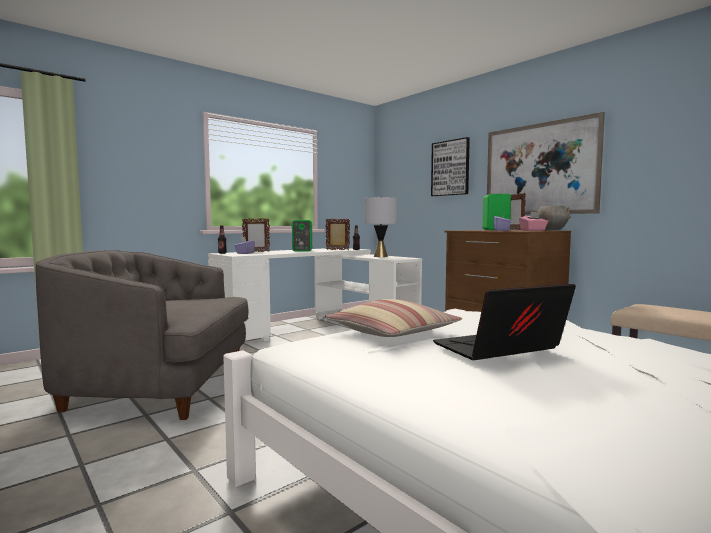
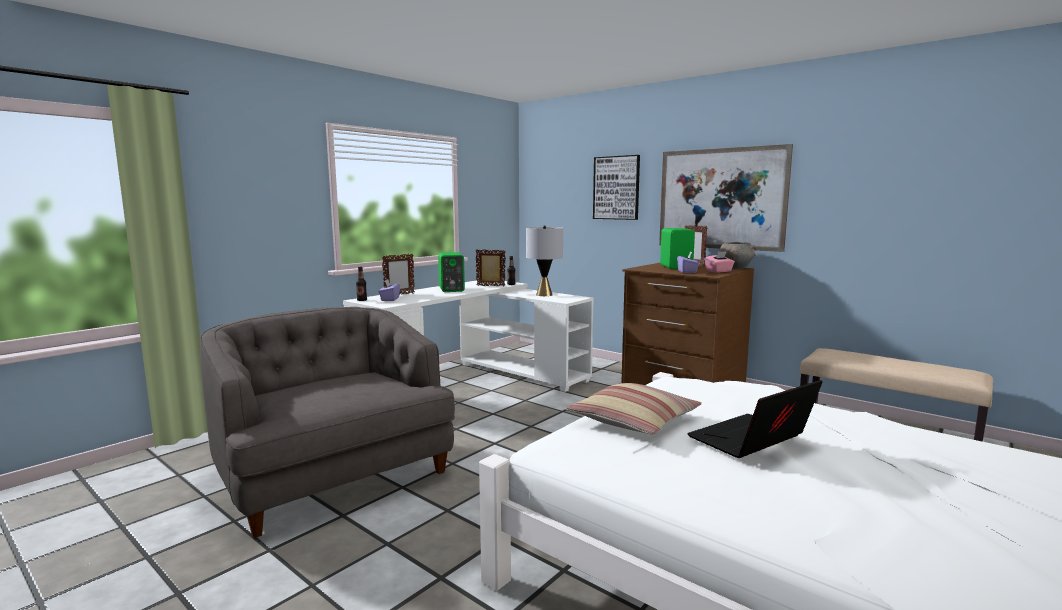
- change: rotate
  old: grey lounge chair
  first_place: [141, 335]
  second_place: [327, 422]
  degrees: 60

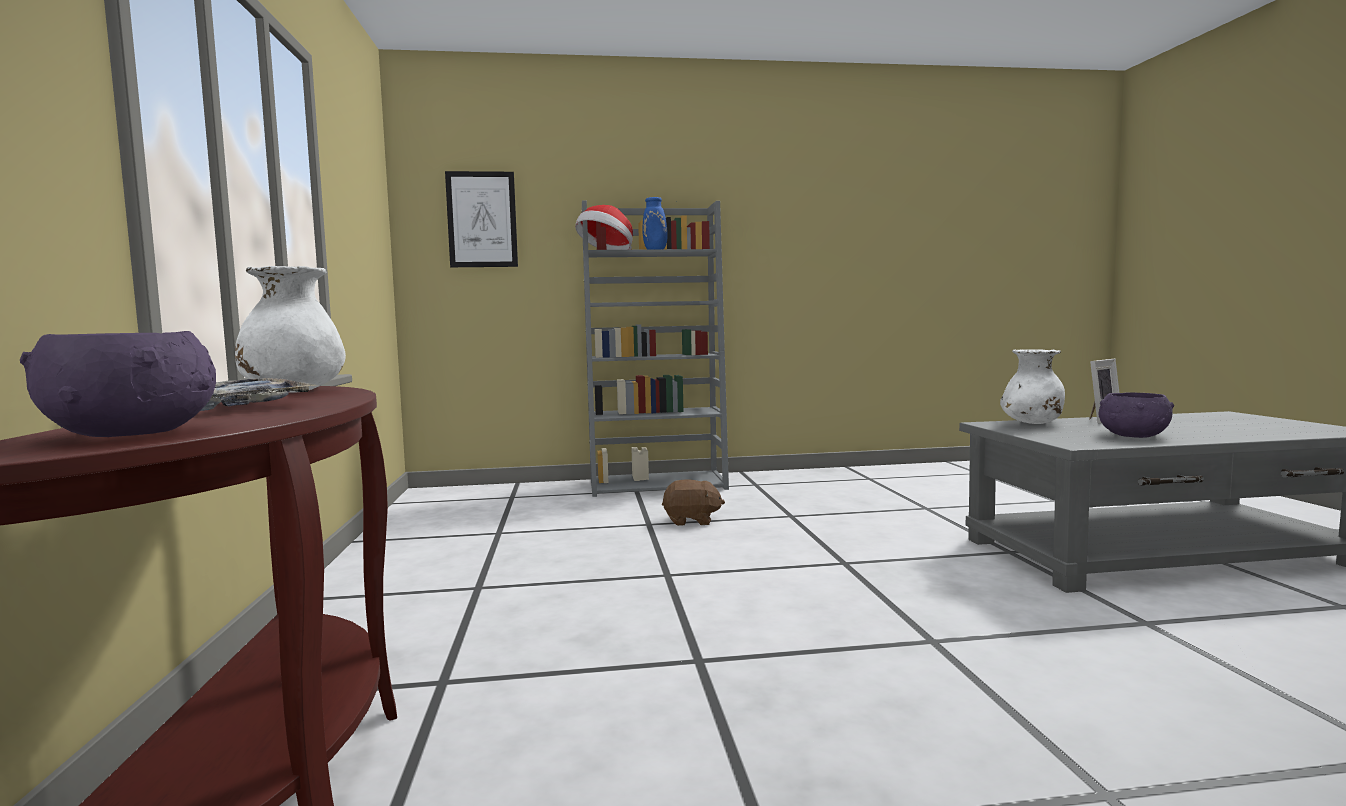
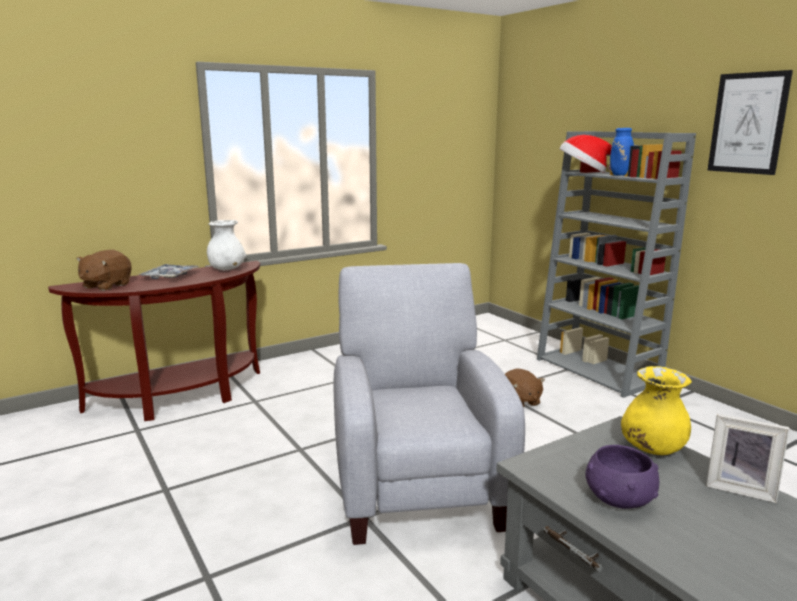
- change: move
  old: picture
  first_place: [481, 219]
  second_place: [750, 122]
- change: replace
  old: purple deep dish
  new: brownish cuddly toy
  first_place: [118, 384]
  second_place: [104, 270]
- change: recolor
  old: white-coloured decorative vase
  new: yellow decorative vase
  first_place: [1032, 386]
  second_place: [656, 410]
- change: insert
  new: grey lounge chair
  second_place: [429, 404]

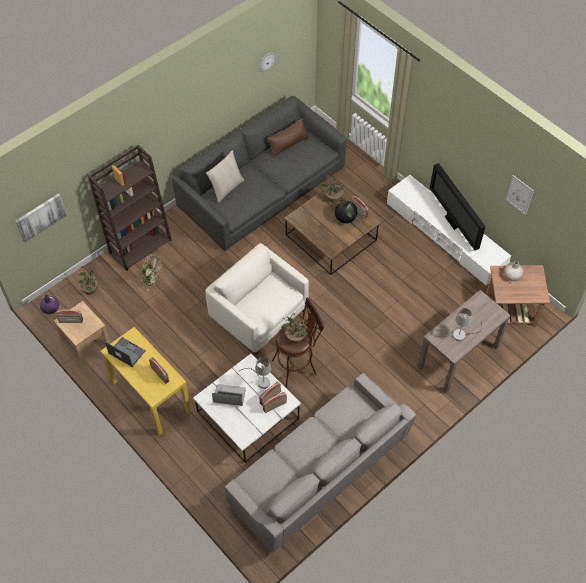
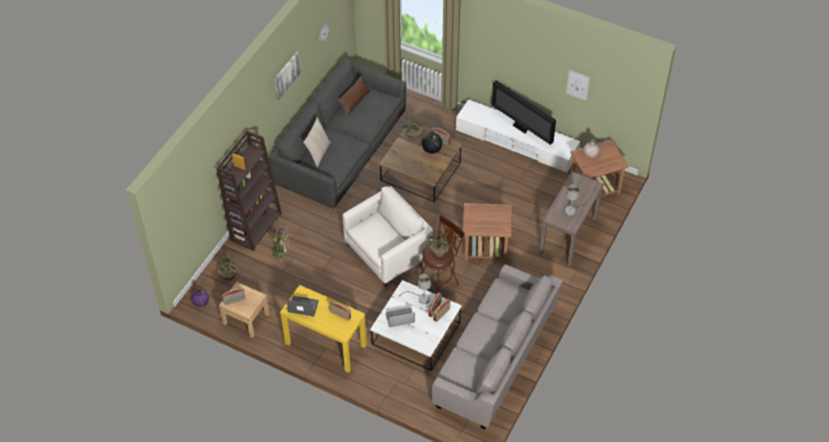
- change: move
  old: picture
  first_place: [41, 217]
  second_place: [287, 75]
- change: rotate
  old: white-coloured lounge chair
  first_place: [257, 299]
  second_place: [388, 236]
  degrees: 120
- change: insert
  new: brownish end table
  second_place: [487, 232]

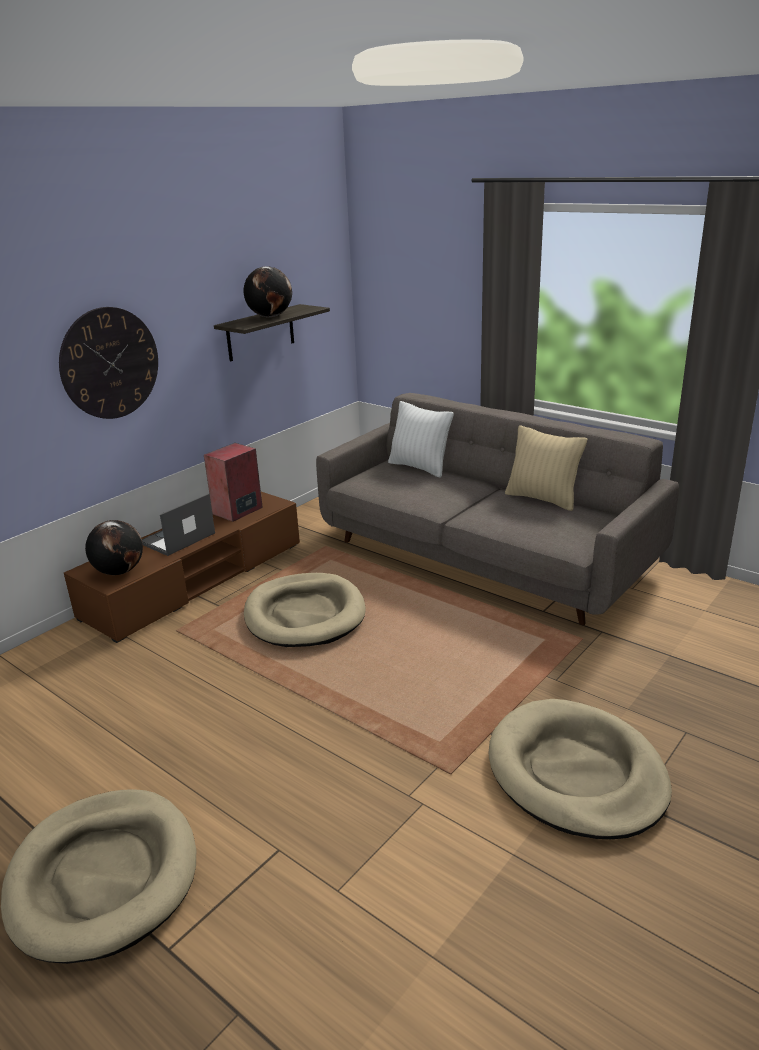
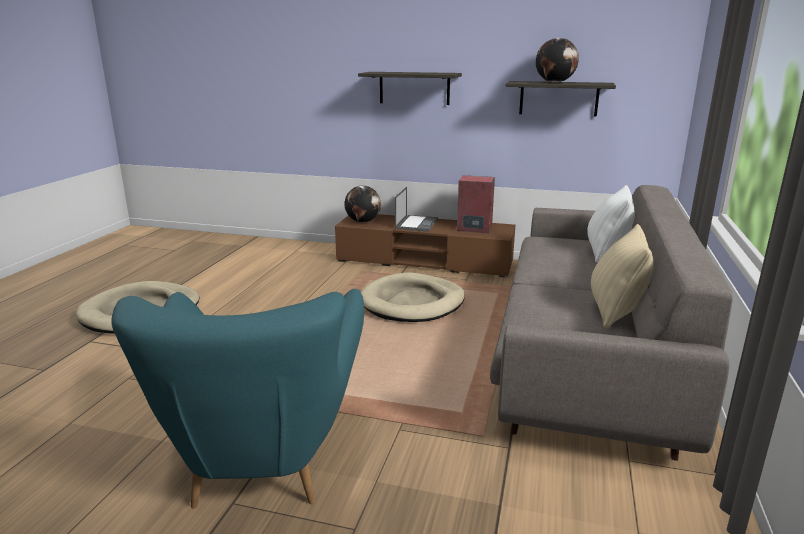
- change: replace
  old: clock on the wall
  new: bracket shelf
  first_place: [108, 363]
  second_place: [410, 88]
- change: rotate
  old: portable computer
  first_place: [178, 524]
  second_place: [416, 209]
  degrees: 90
- change: replace
  old: sand-coloured dog bed
  new: blue-green lounge chair
  first_place: [580, 769]
  second_place: [237, 399]

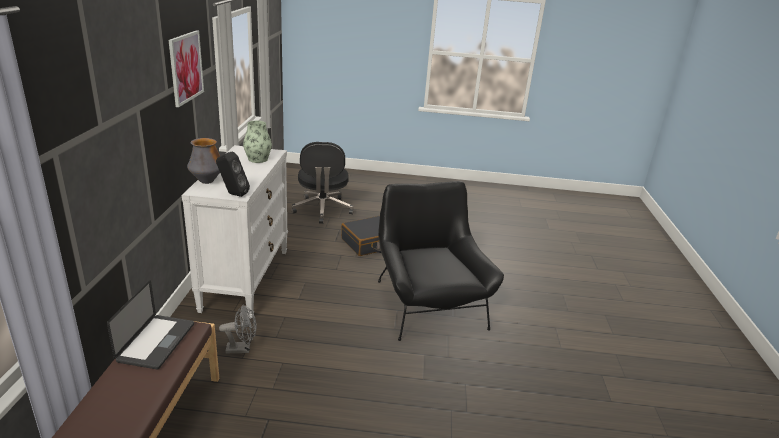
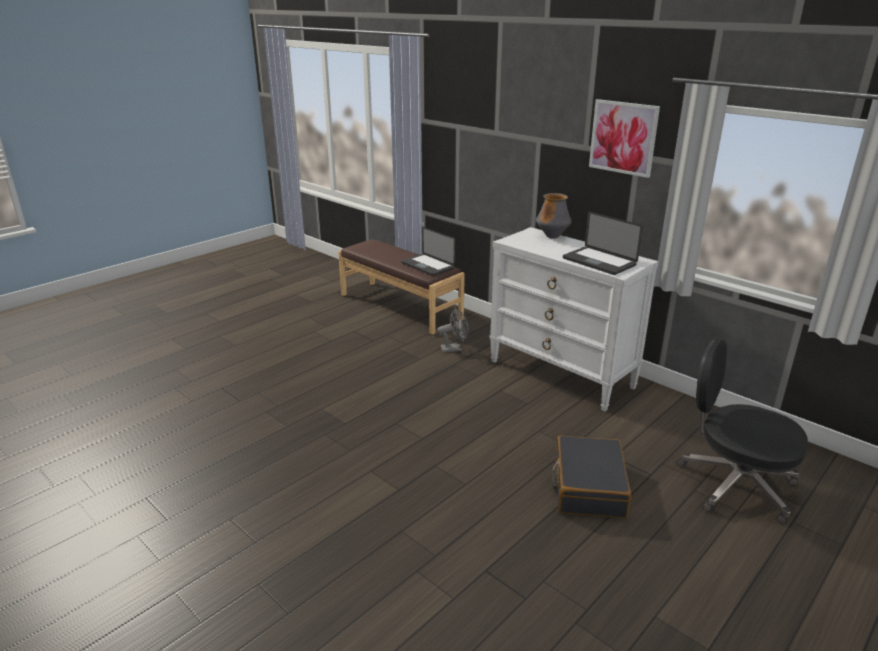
- change: replace
  old: decorative vase
  new: portable computer
  first_place: [257, 142]
  second_place: [603, 243]
- change: delete
  old: blackish audio speaker
  first_place: [233, 174]
- change: delete
  old: blackish lounge chair
  first_place: [441, 261]
- change: rotate
  old: grey cooling fan
  first_place: [237, 329]
  second_place: [453, 330]
  degrees: -135

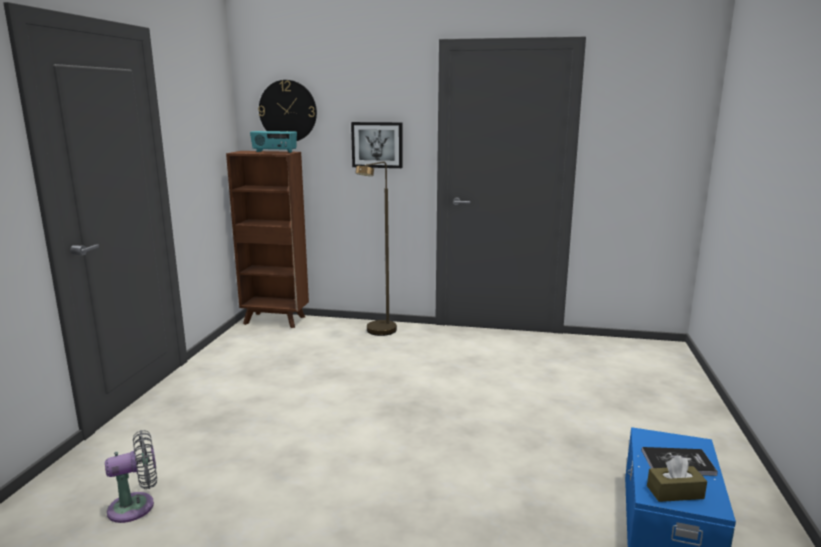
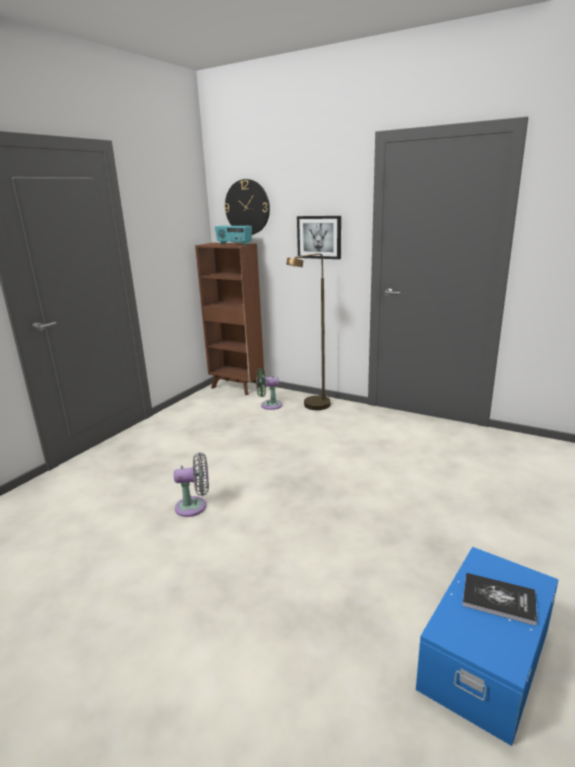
- change: move
  old: grey cooling fan
  first_place: [131, 476]
  second_place: [191, 484]
- change: delete
  old: brownish tissue box
  first_place: [677, 479]
- change: insert
  new: greenish cooling fan
  second_place: [269, 389]

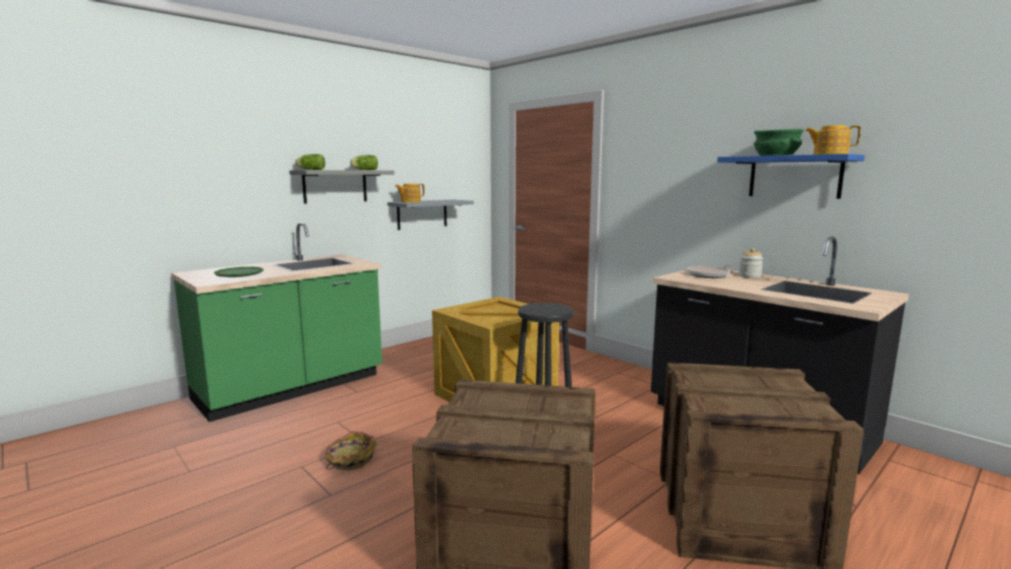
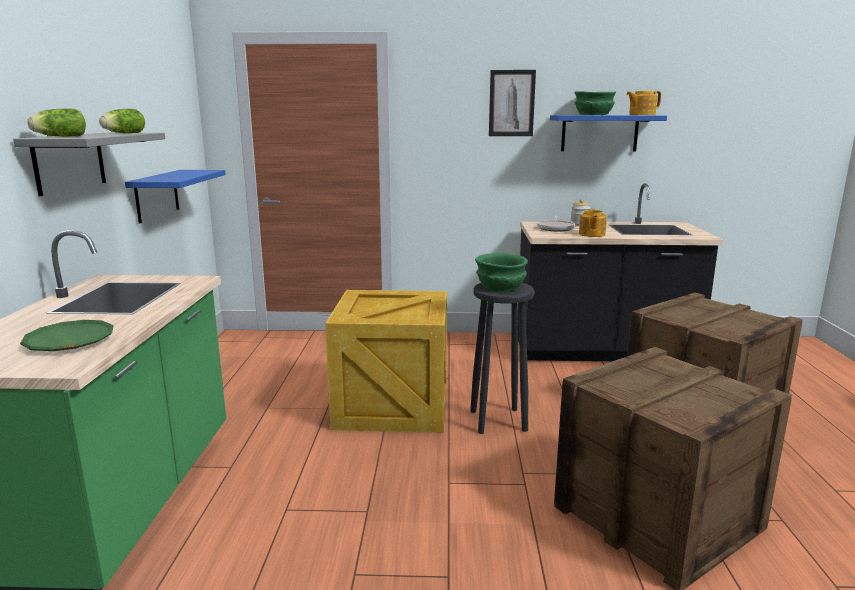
- change: move
  old: teapot
  first_place: [410, 193]
  second_place: [593, 223]
- change: recolor
  old: grey bracket shelf
  new: blue bracket shelf
  first_place: [430, 215]
  second_place: [175, 197]
- change: delete
  old: storage basket
  first_place: [350, 450]
- change: insert
  new: picture
  second_place: [512, 103]
- change: insert
  new: greenish deep dish
  second_place: [501, 272]

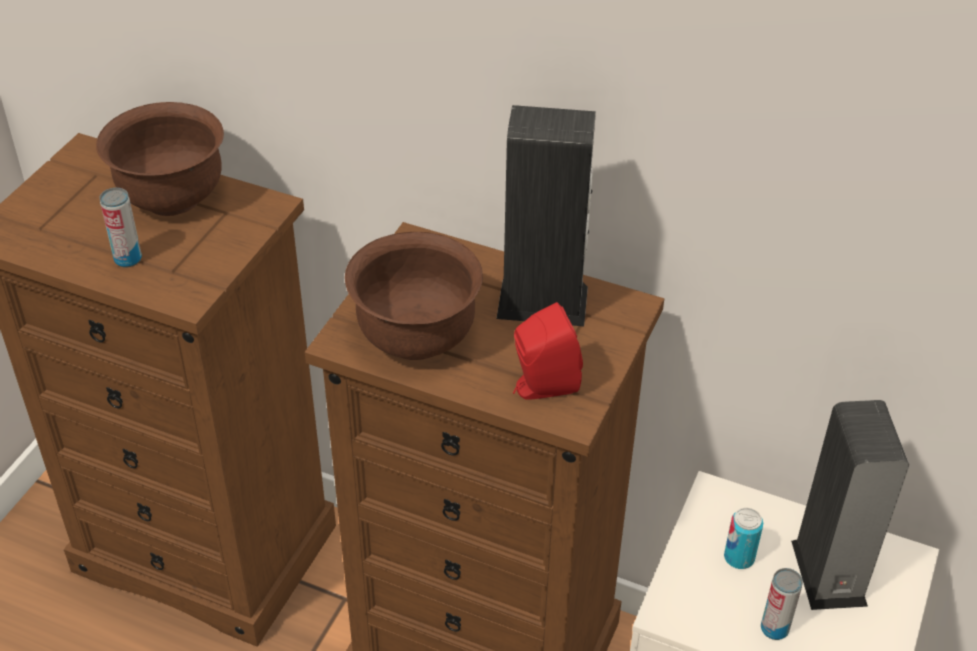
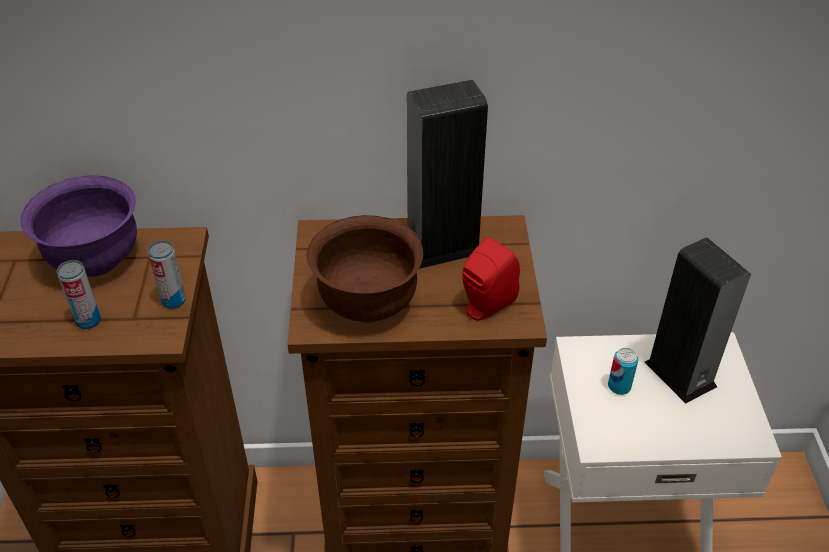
- change: recolor
  old: brownish deep dish
  new: purple deep dish
  first_place: [160, 159]
  second_place: [78, 226]
- change: move
  old: sealed can
  first_place: [782, 604]
  second_place: [167, 274]

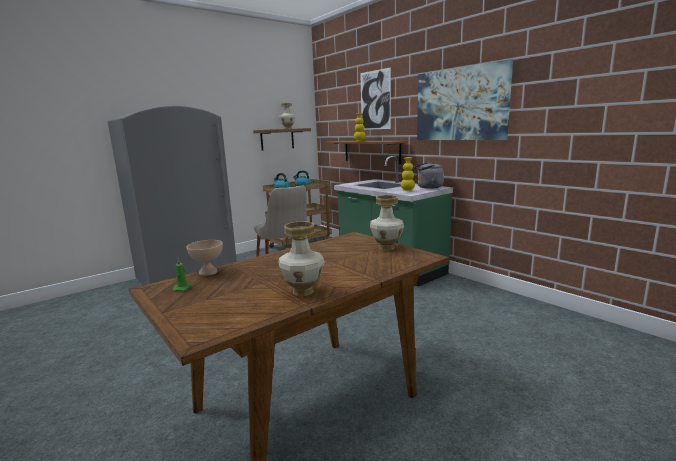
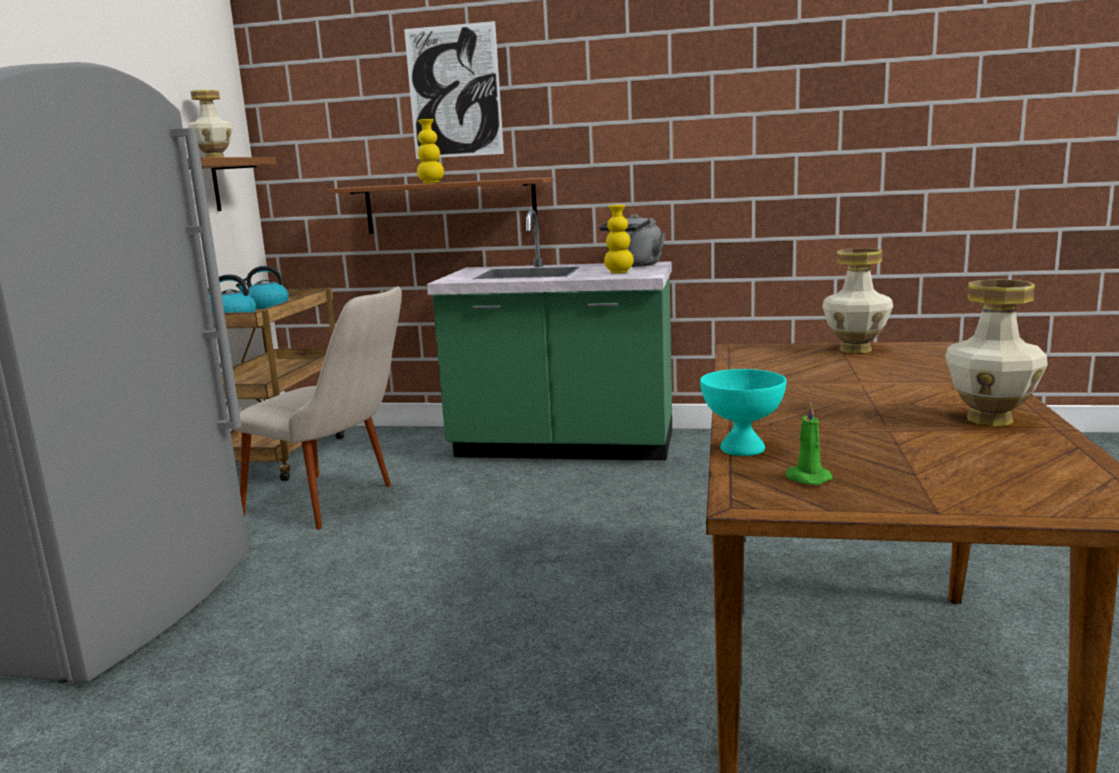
- change: delete
  old: picture
  first_place: [465, 99]
- change: recolor
  old: sand-coloured deep dish
  new: blue-green deep dish
  first_place: [204, 258]
  second_place: [743, 412]

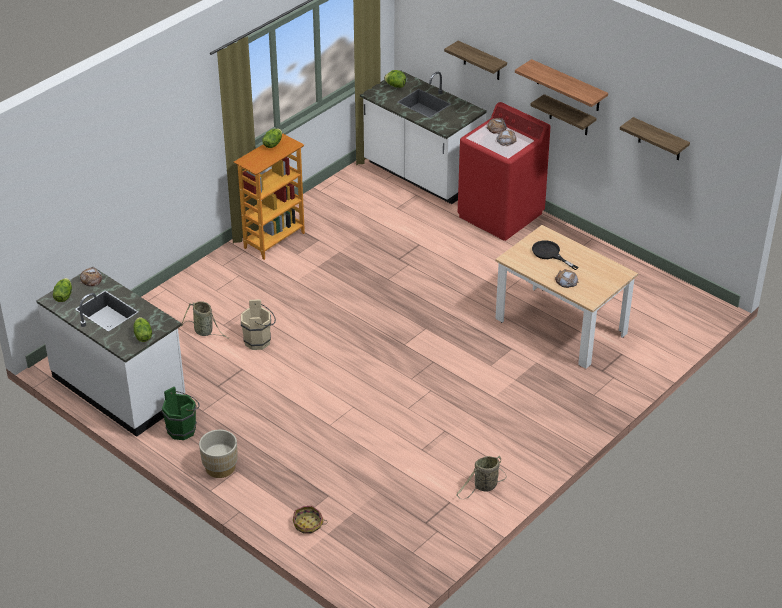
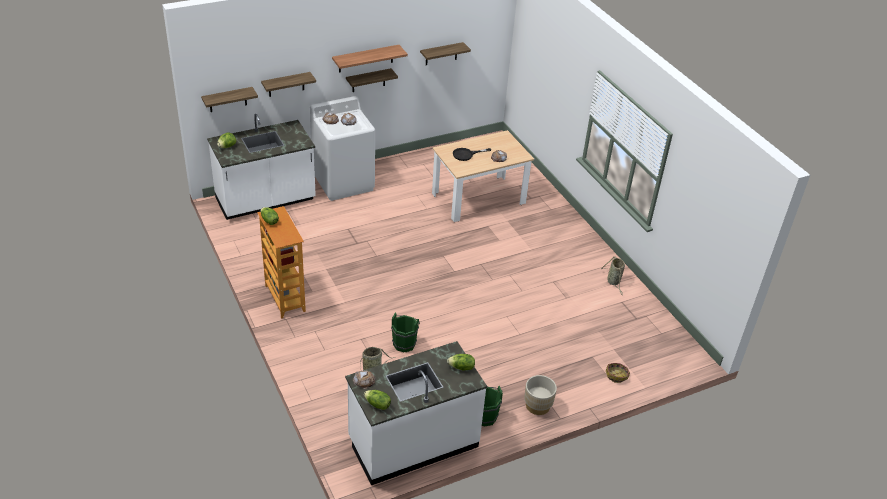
- change: recolor
  old: reddish washing machine
  new: white-coloured washing machine
  first_place: [504, 171]
  second_place: [342, 148]
- change: recolor
  old: sand-coloured pail
  new: greenish pail
  first_place: [258, 324]
  second_place: [405, 333]
- change: insert
  new: bracket shelf
  second_place: [229, 99]

